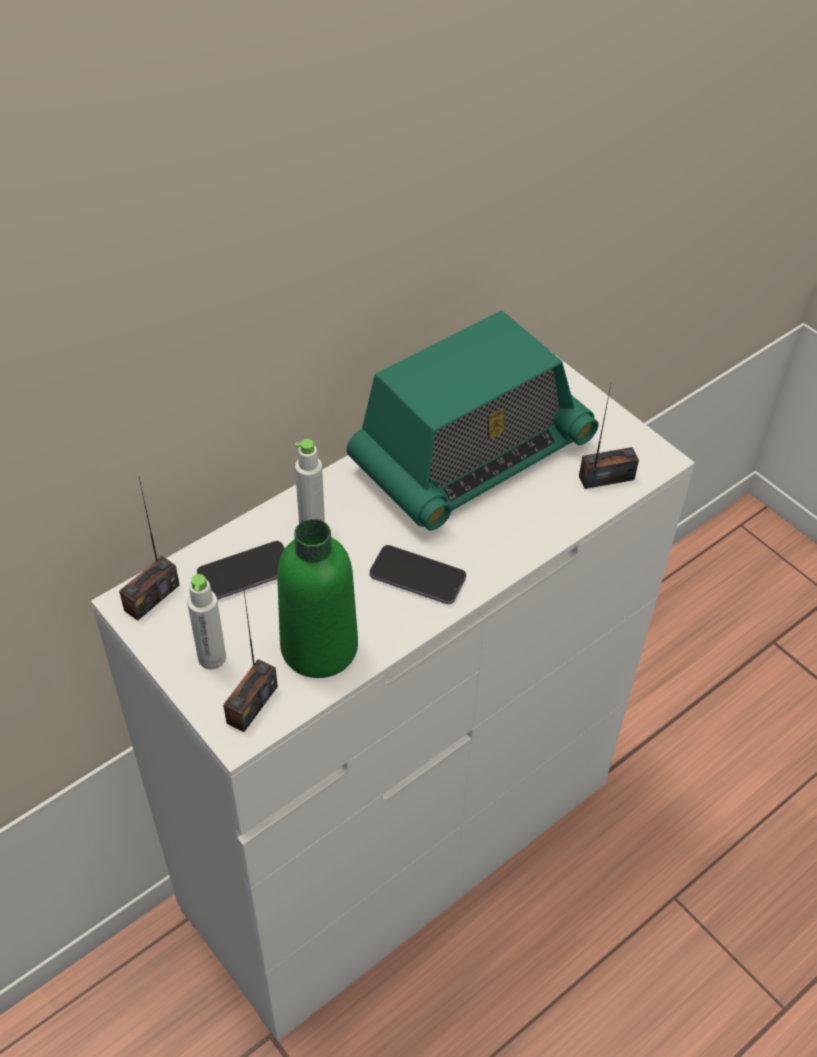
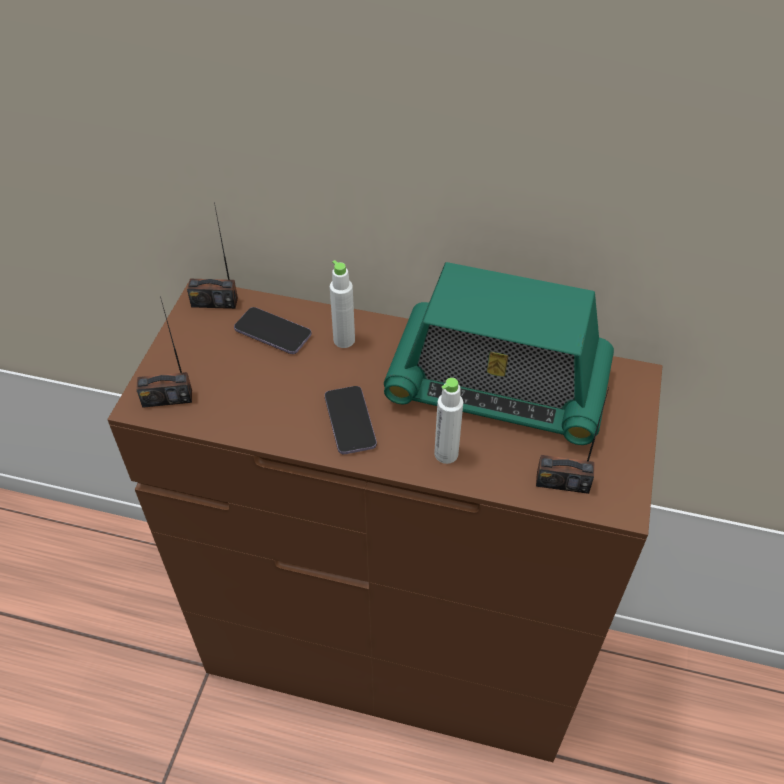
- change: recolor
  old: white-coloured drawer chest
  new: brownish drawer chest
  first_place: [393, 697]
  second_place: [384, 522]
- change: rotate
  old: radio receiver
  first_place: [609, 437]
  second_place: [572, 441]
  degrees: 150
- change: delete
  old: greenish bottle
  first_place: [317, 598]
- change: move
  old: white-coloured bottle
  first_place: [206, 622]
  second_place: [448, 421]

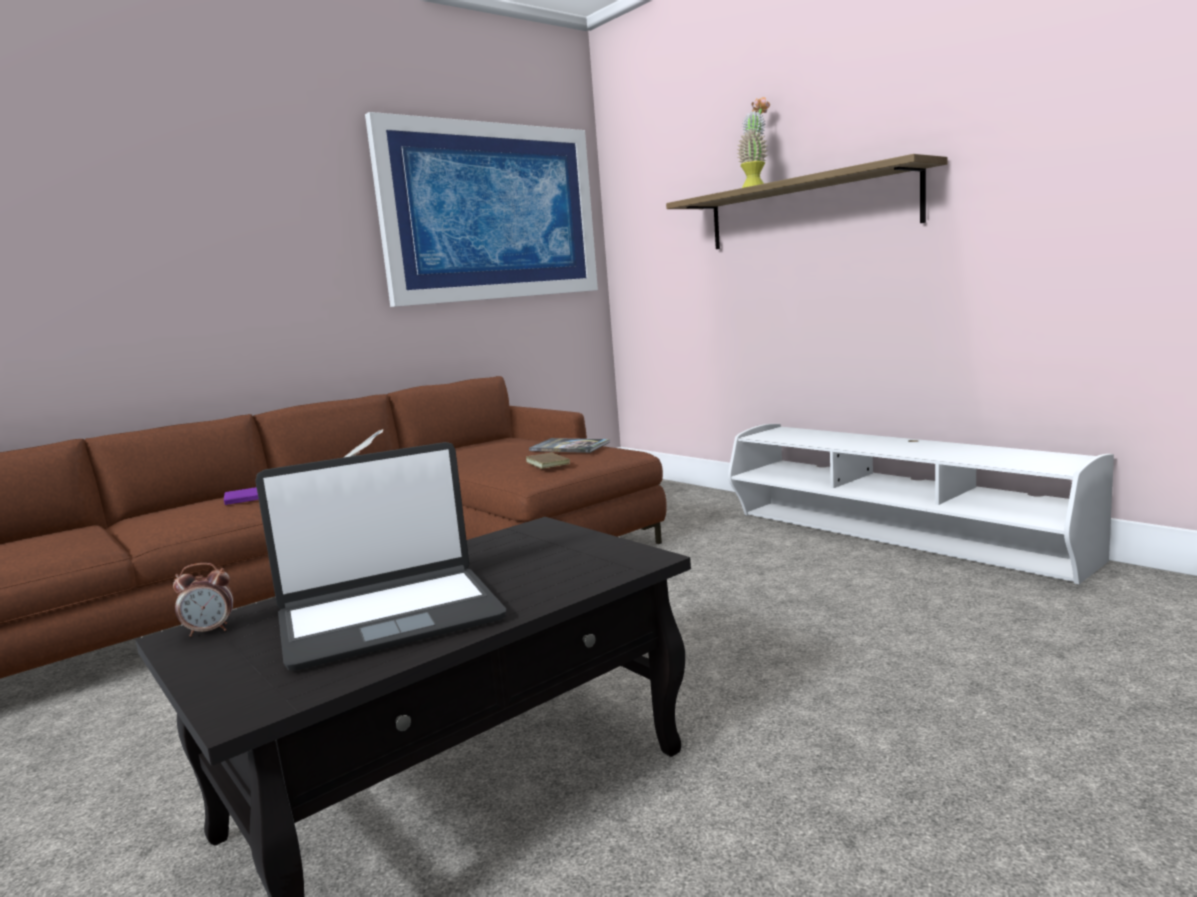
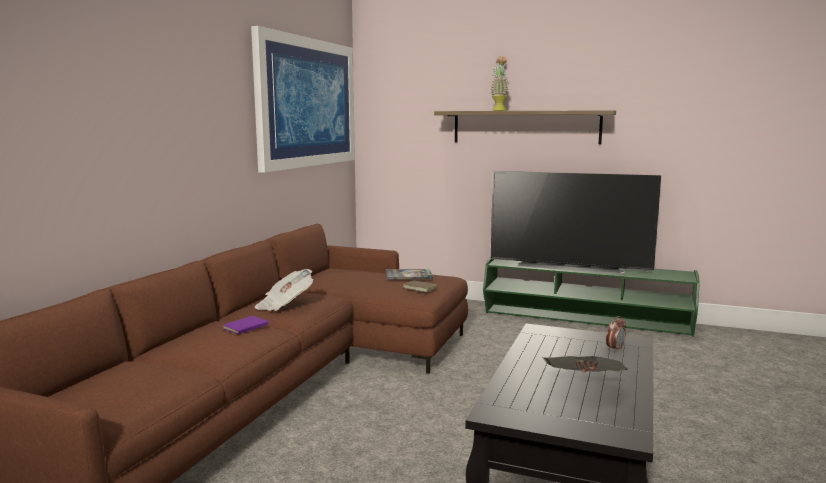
- change: recolor
  old: white-coloured media console
  new: greenish media console
  first_place: [921, 504]
  second_place: [591, 296]
- change: replace
  old: portable computer
  new: daily paper
  first_place: [380, 556]
  second_place: [585, 364]
- change: move
  old: bedside clock
  first_place: [203, 600]
  second_place: [616, 334]
- change: insert
  new: TV
  second_place: [576, 222]

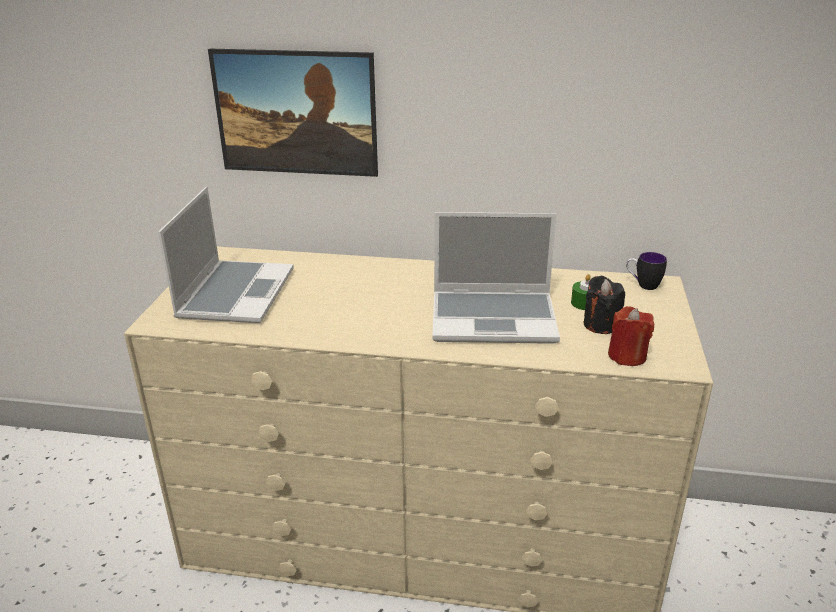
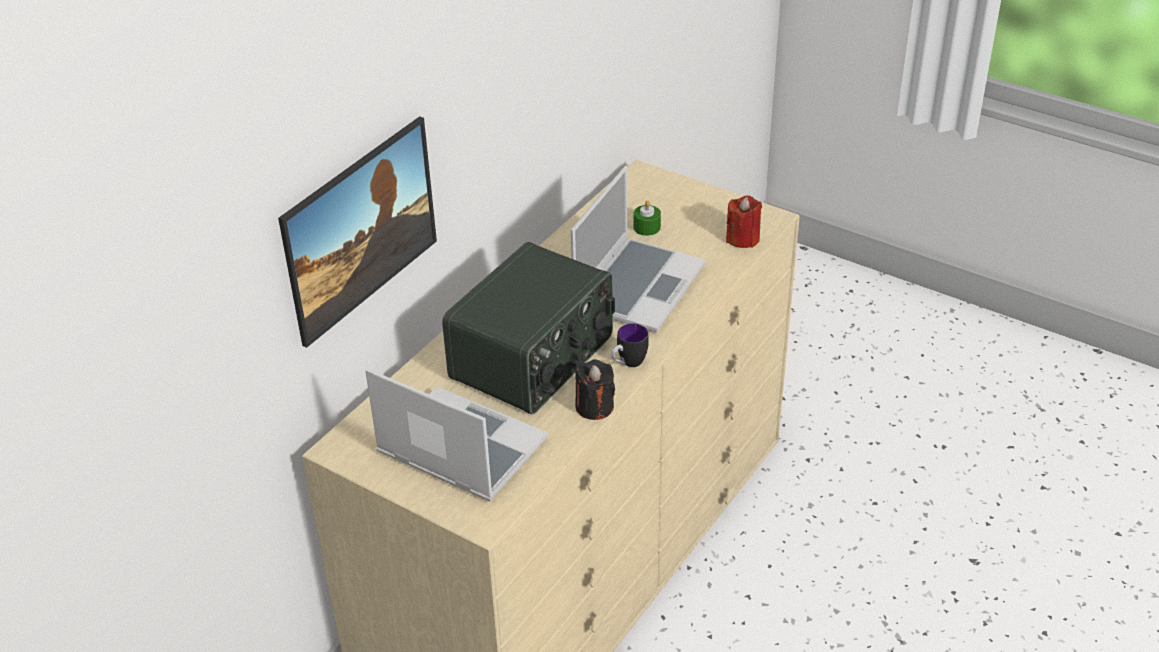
- change: move
  old: coffee mug
  first_place: [646, 271]
  second_place: [630, 345]
- change: move
  old: blackish candle
  first_place: [604, 305]
  second_place: [595, 389]
- change: insert
  new: radio receiver
  second_place: [528, 328]

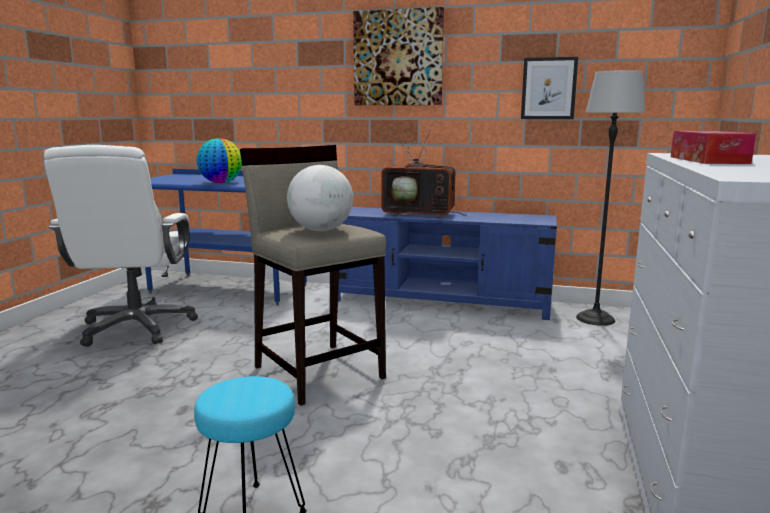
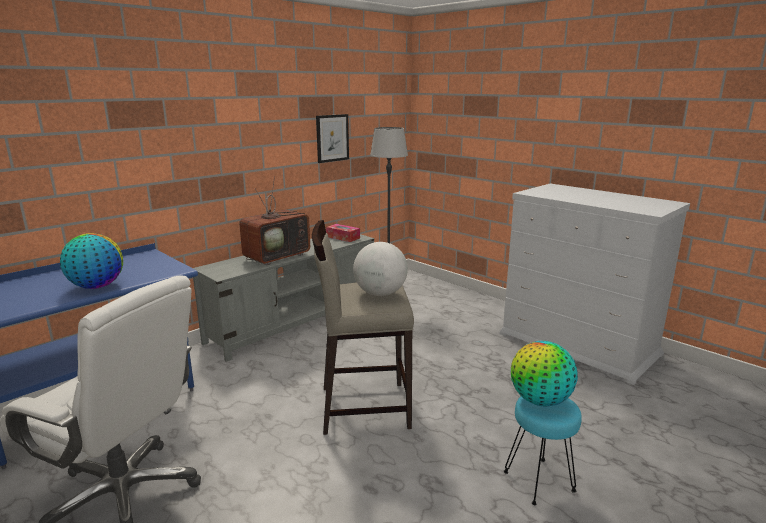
- change: delete
  old: picture
  first_place: [398, 56]
- change: move
  old: tissue box
  first_place: [713, 147]
  second_place: [343, 233]
- change: recolor
  old: blue media console
  new: grey media console
  first_place: [447, 263]
  second_place: [283, 298]
- change: insert
  new: desk globe
  second_place: [544, 373]

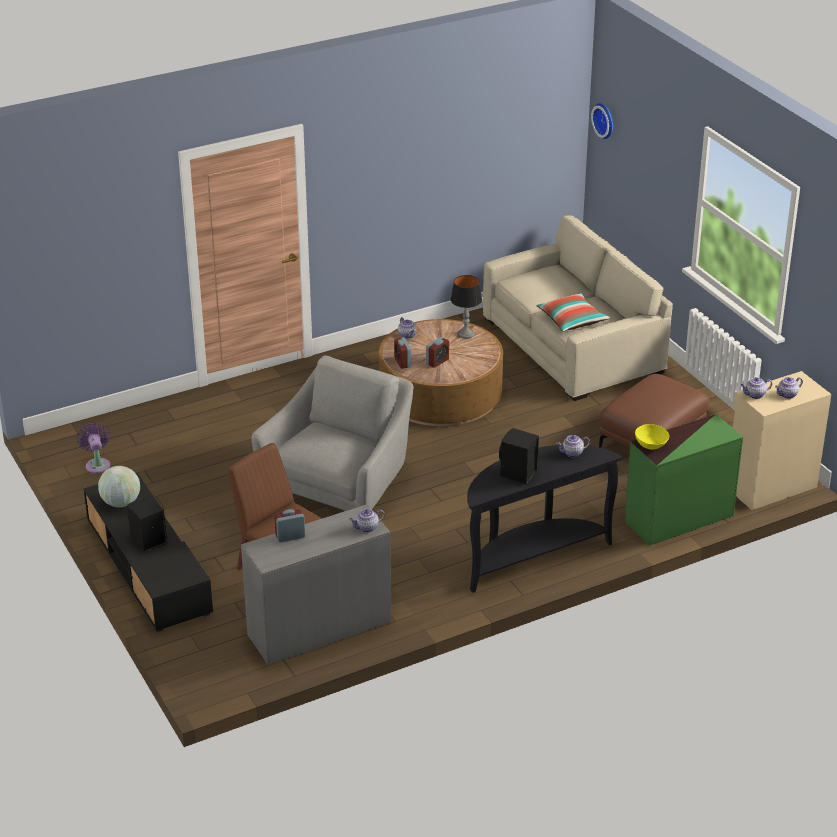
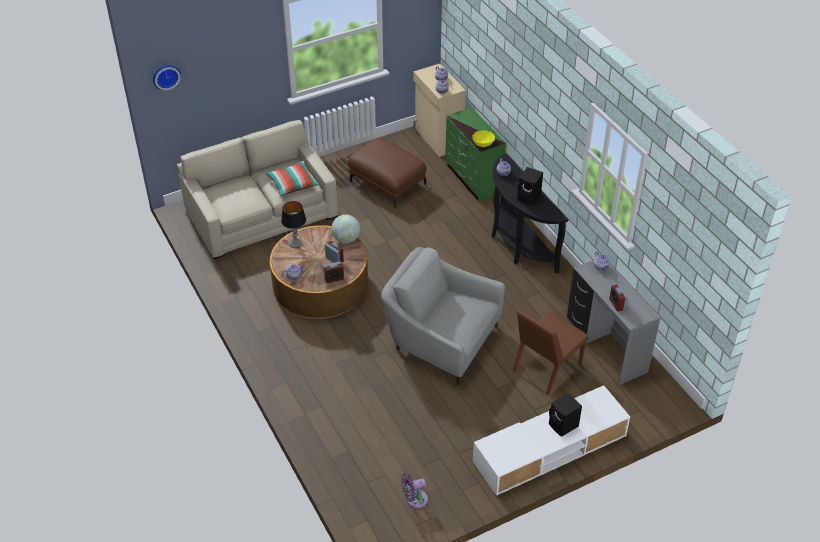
- change: move
  old: desk globe
  first_place: [119, 487]
  second_place: [345, 228]
- change: recolor
  old: blackish media console
  new: white-coloured media console
  first_place: [148, 552]
  second_place: [551, 440]

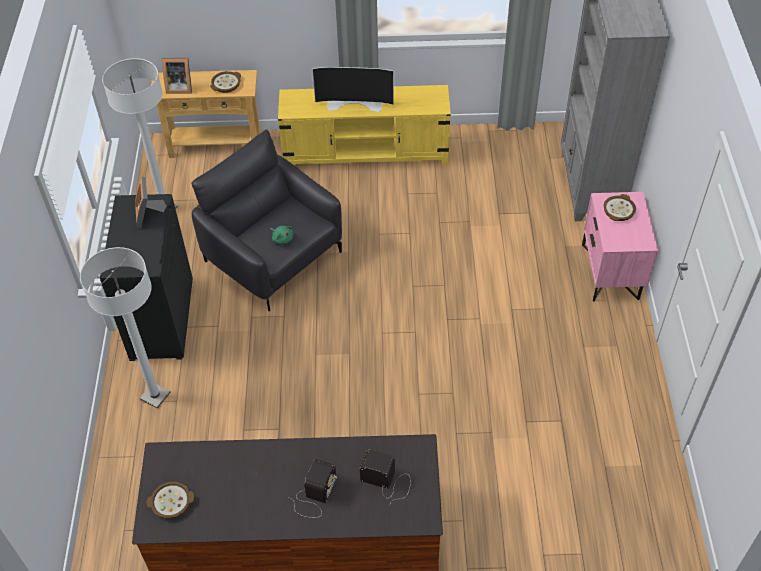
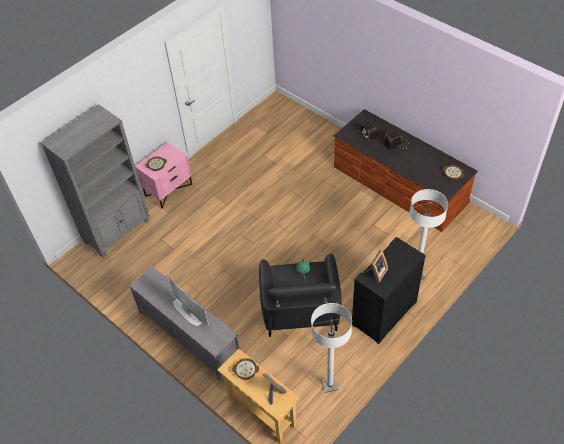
- change: recolor
  old: yellow media console
  new: grey media console
  first_place: [364, 125]
  second_place: [185, 324]

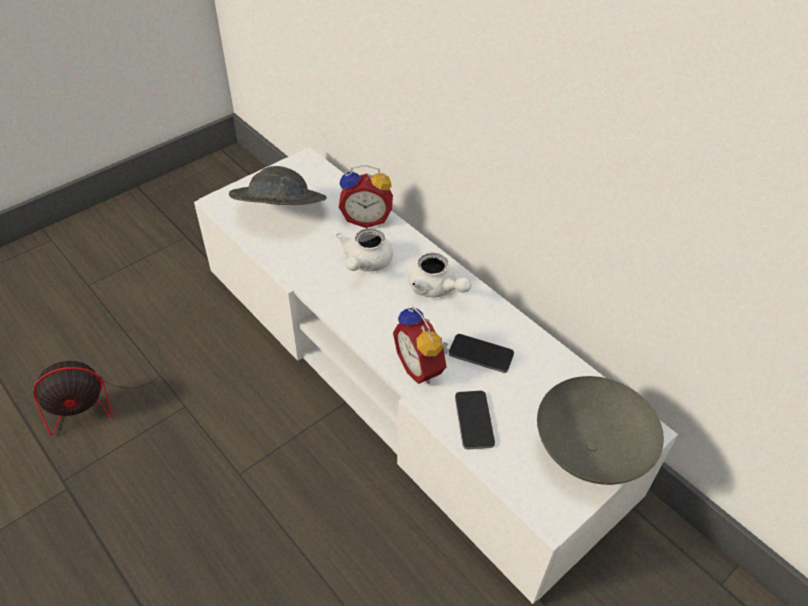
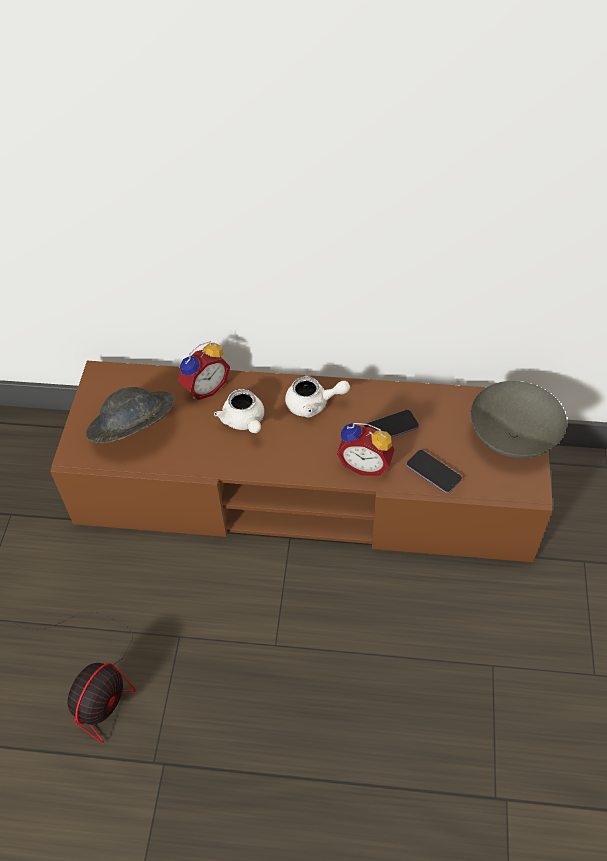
- change: recolor
  old: white-coloured media console
  new: brownish media console
  first_place: [436, 375]
  second_place: [301, 461]

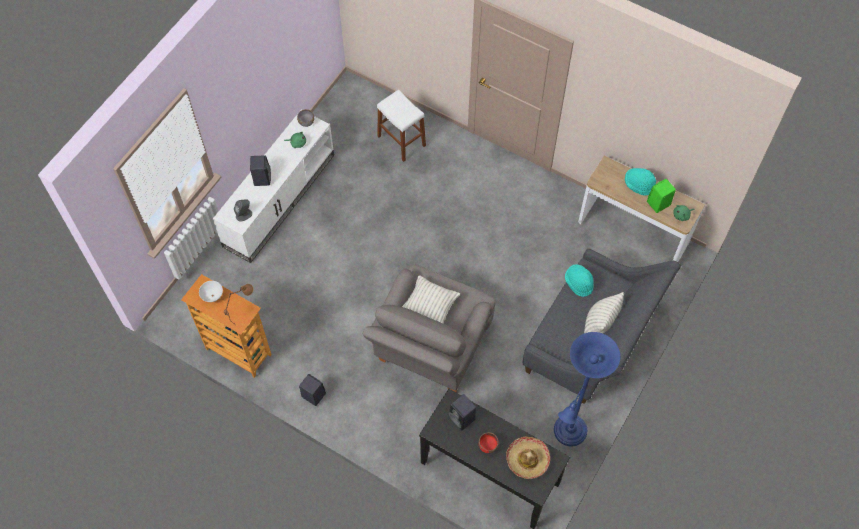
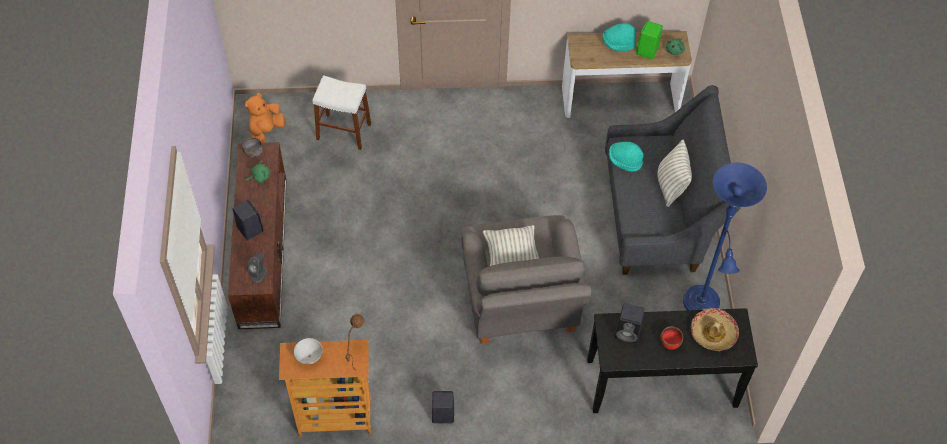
- change: recolor
  old: white-coloured media console
  new: brownish media console
  first_place: [273, 186]
  second_place: [257, 235]
- change: insert
  new: orange cuddly toy
  second_place: [265, 118]

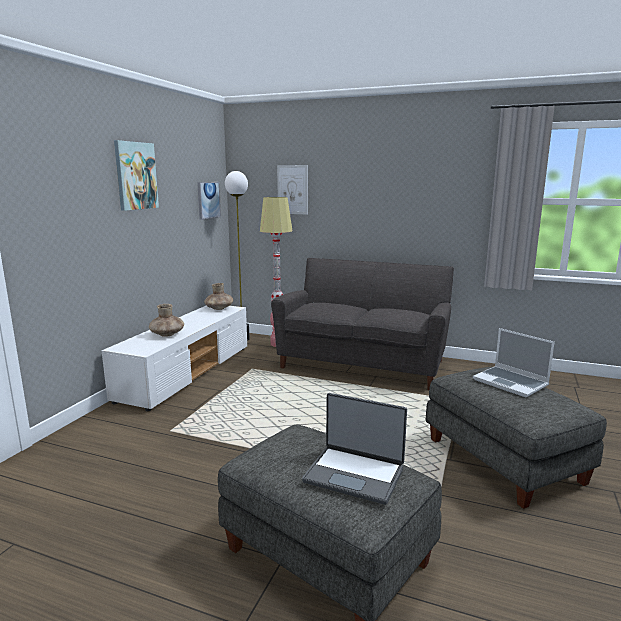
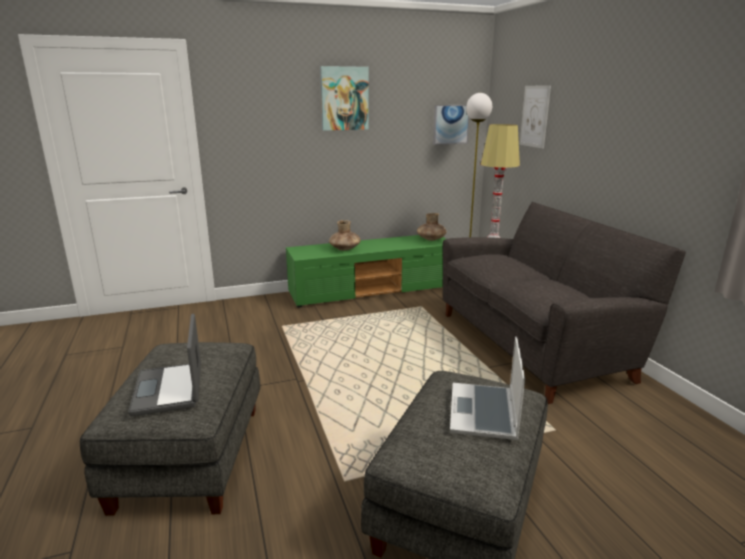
- change: recolor
  old: white-coloured media console
  new: greenish media console
  first_place: [174, 358]
  second_place: [366, 271]

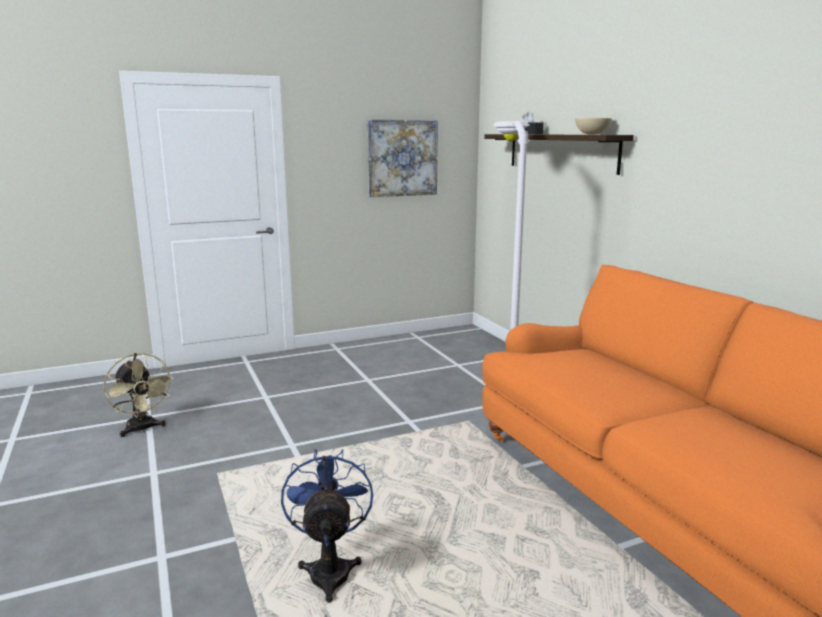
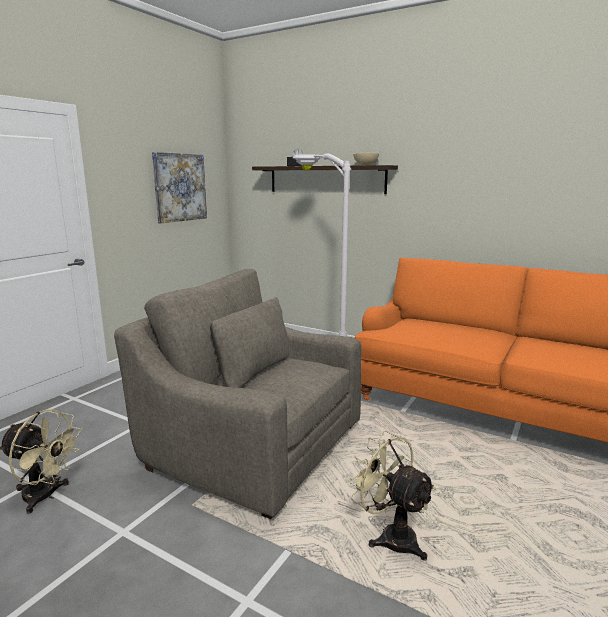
- change: recolor
  old: blue cooling fan
  new: sand-coloured cooling fan
  first_place: [327, 526]
  second_place: [392, 496]
- change: insert
  new: grey lounge chair
  second_place: [237, 394]

